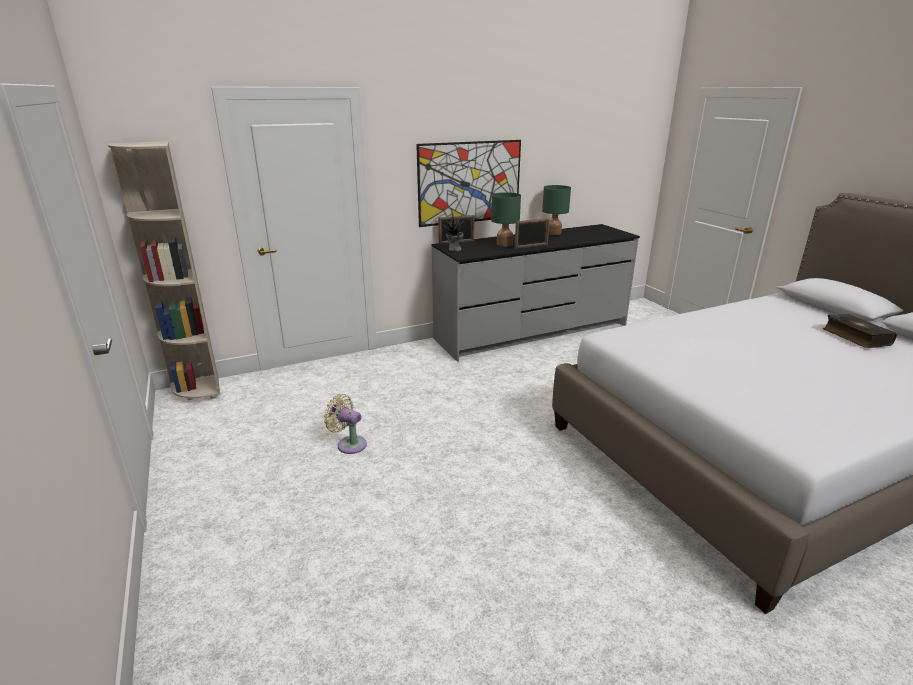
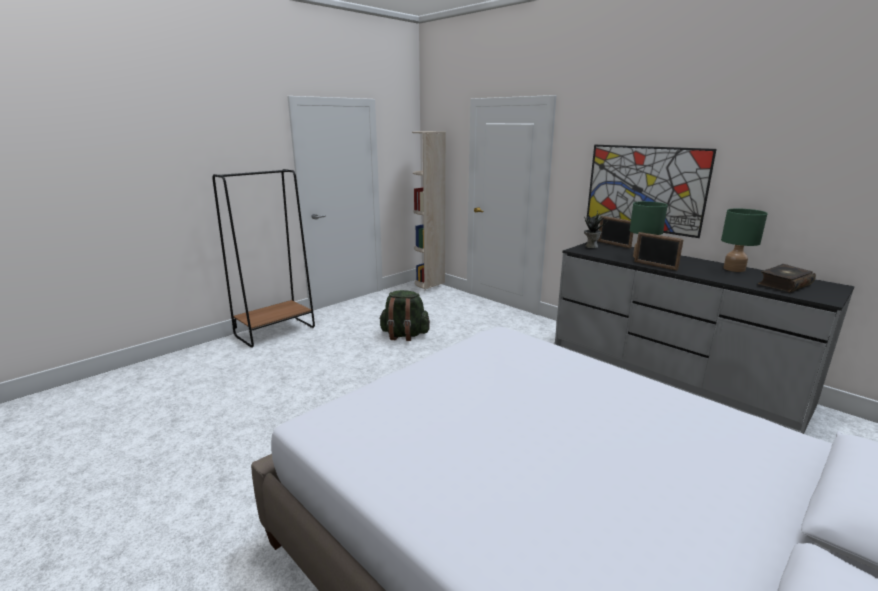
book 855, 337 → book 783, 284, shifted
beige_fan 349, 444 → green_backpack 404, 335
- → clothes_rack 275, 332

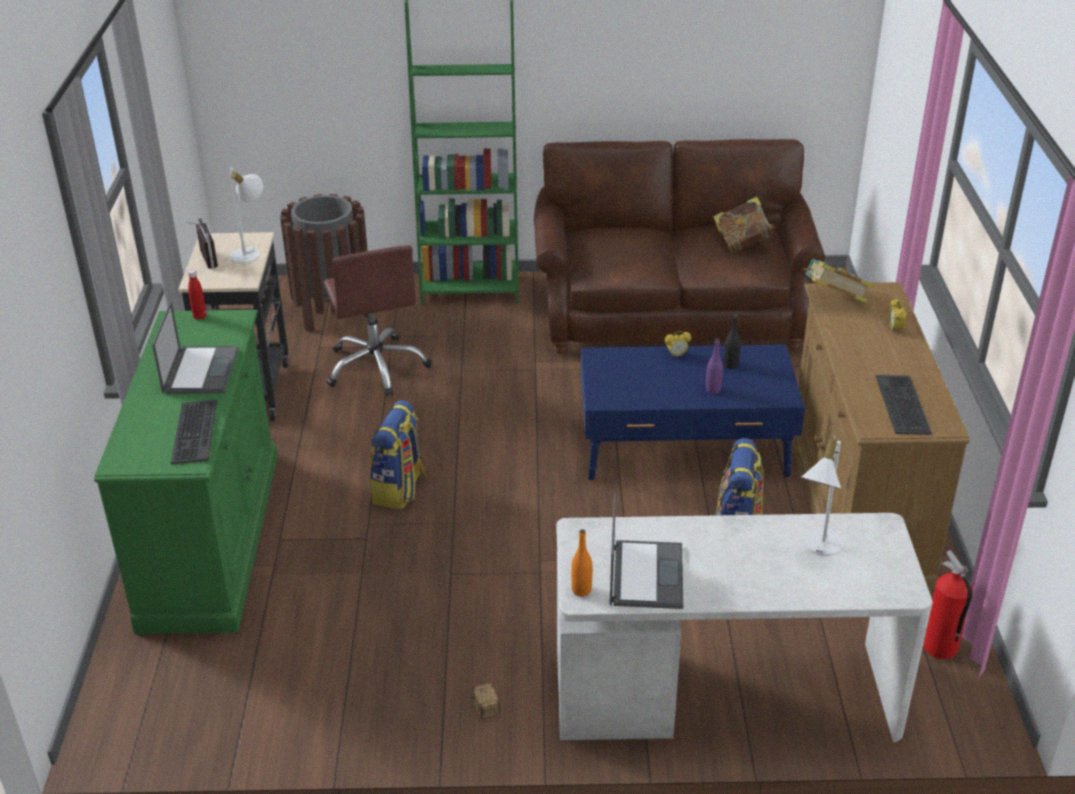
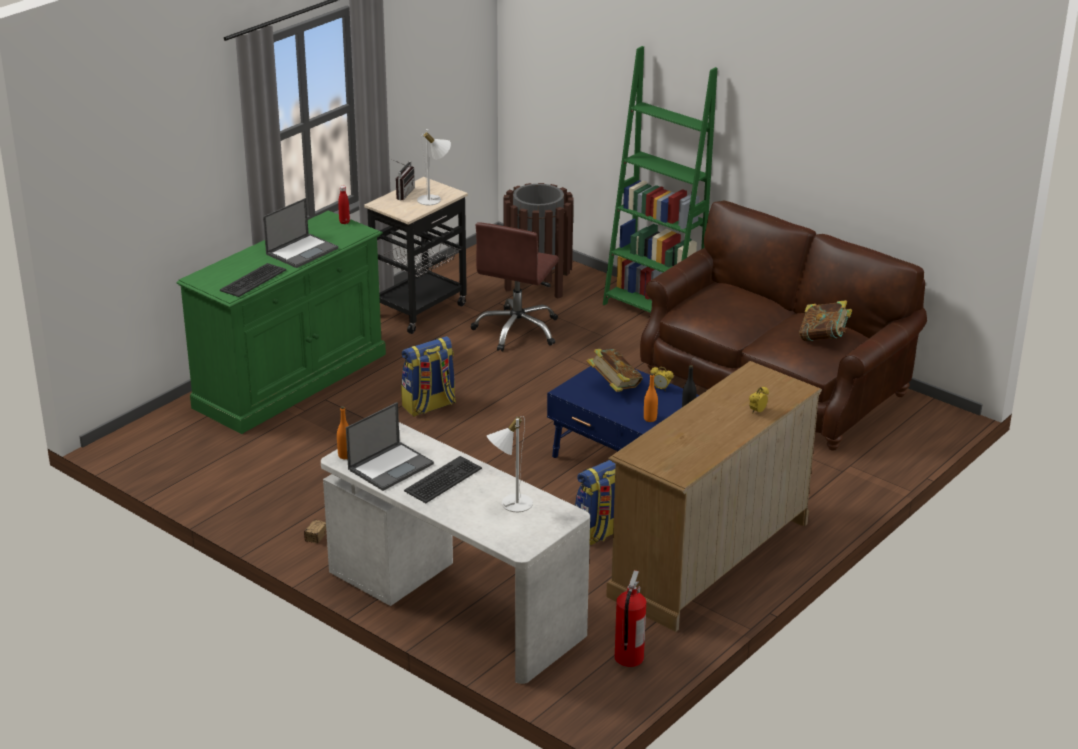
book 834, 301 → book 614, 386, shifted
purple_bottle 713, 390 → orange_bottle 650, 419
keyboard 903, 405 → keyboard 443, 480, shifted

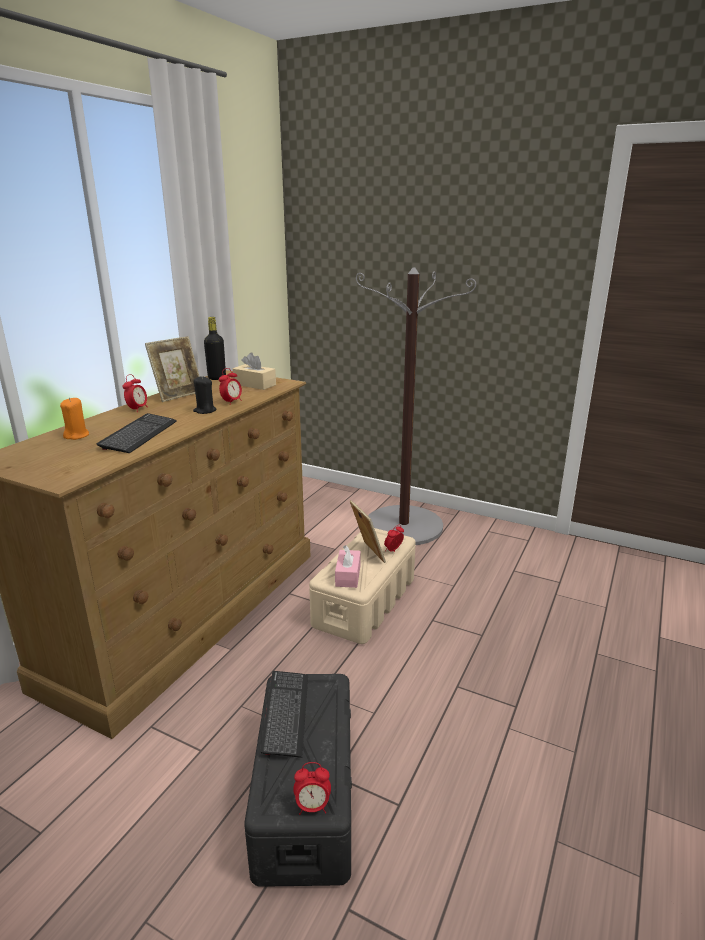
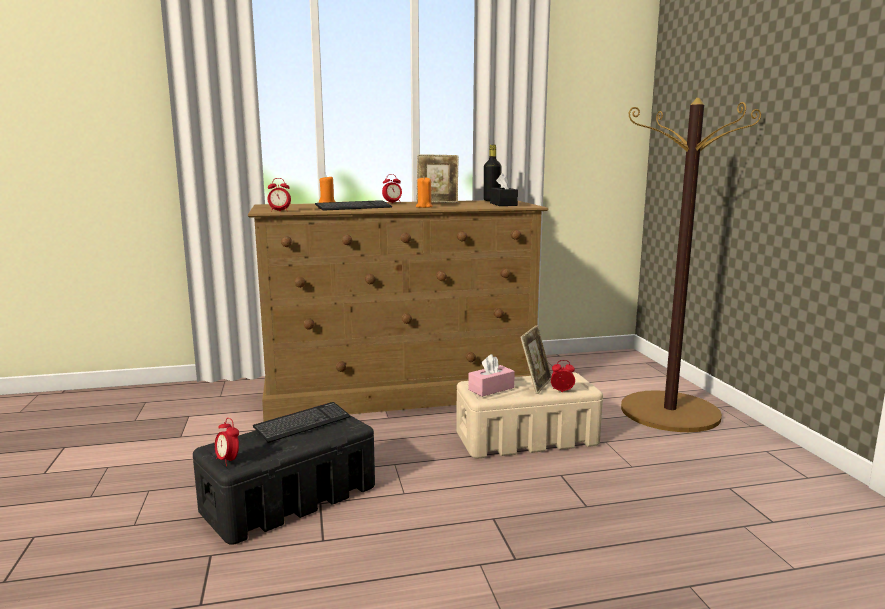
grey_clothes_rack 404, 525 → brown_clothes_rack 670, 412
beige_tissue_box 254, 384 → black_tissue_box 503, 204
alarm_clock 231, 402 → alarm_clock 279, 211, shifted
black_candle 205, 411 → orange_candle 424, 207

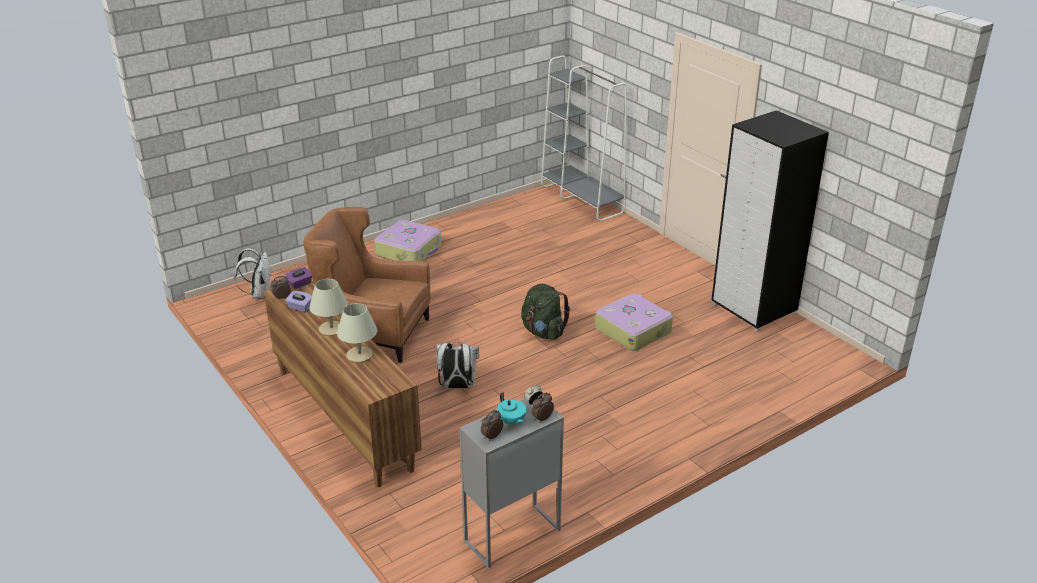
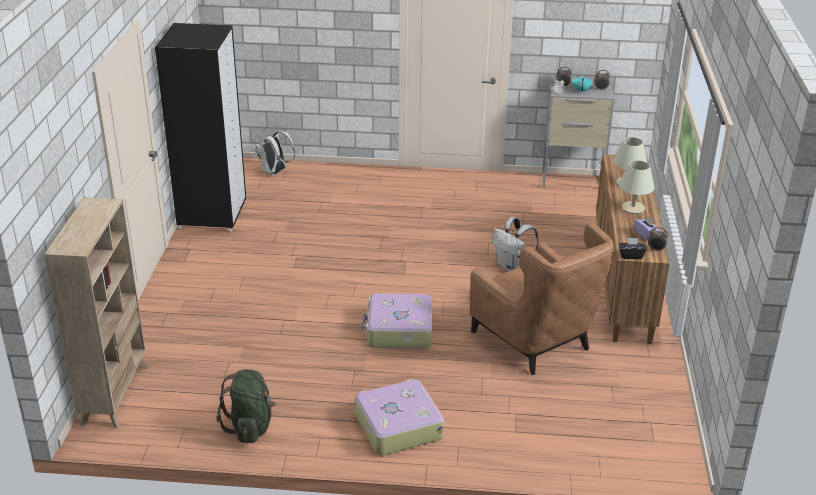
grey_clothes_rack 582, 200 → beige_bookcase 115, 394
white_backpack 259, 294 → white_backpack 275, 172, shifted
purple_tissue_box 300, 284 → black_tissue_box 630, 255
green_backpack 543, 332 → green_backpack 250, 427, shifted
suitcase 633, 330 → suitcase 399, 330, shifted

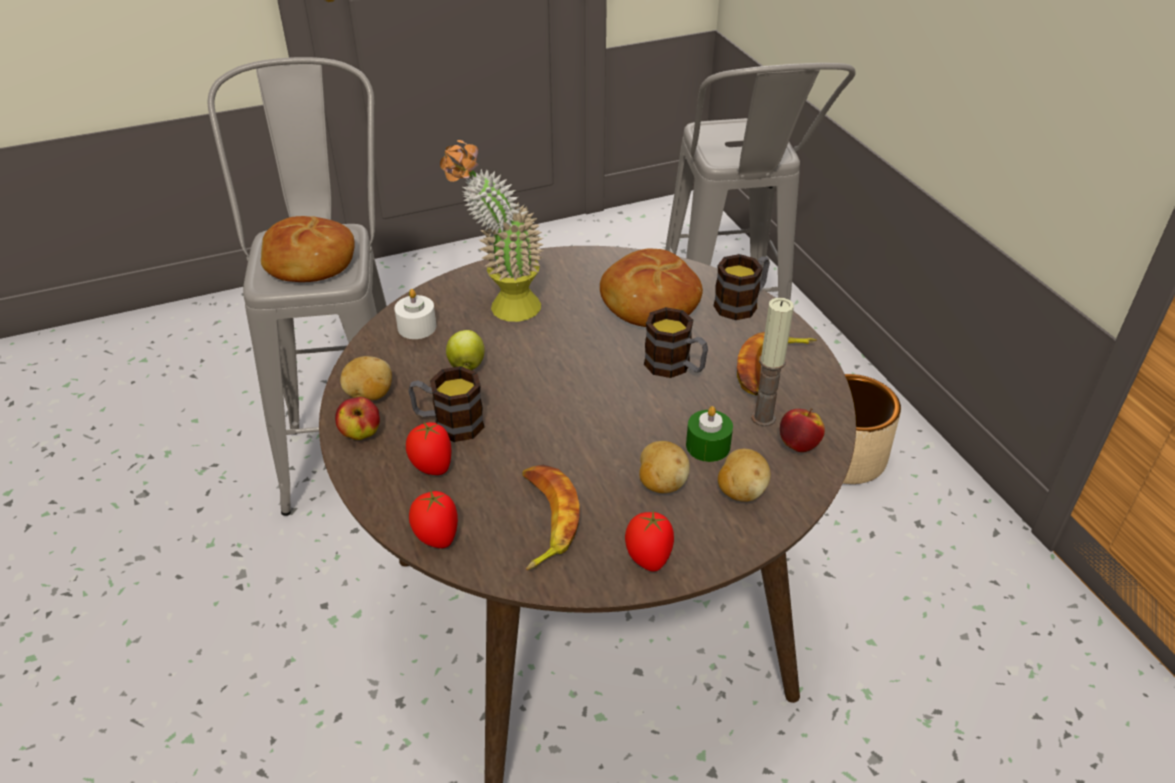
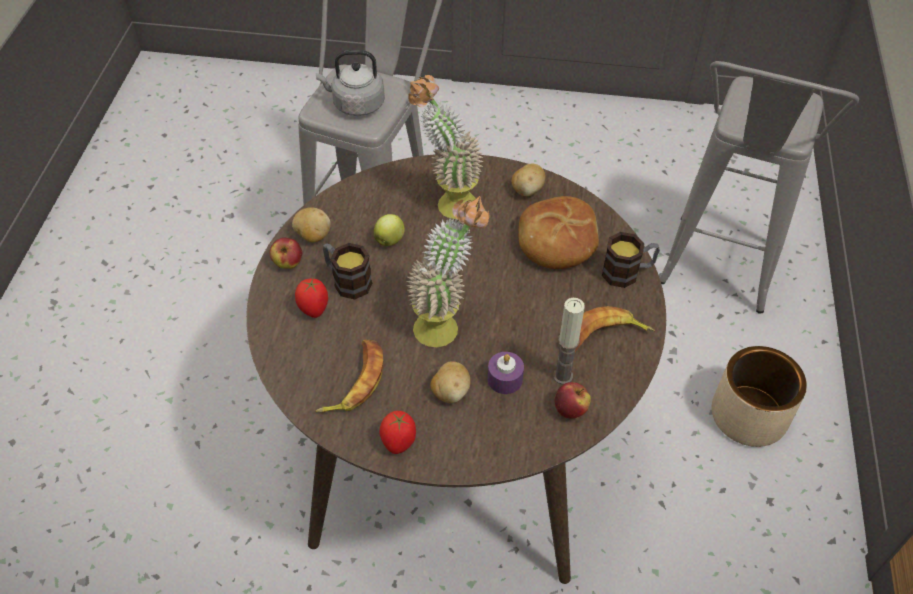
bread 309, 263 → grey_kettle 356, 105
white_candle 417, 327 → -
mug 675, 367 → -
green_candle 708, 446 → purple_candle 505, 379
potato 741, 491 → potato 527, 190, shifted
tomato 436, 538 → -
- → potted_plant 446, 324

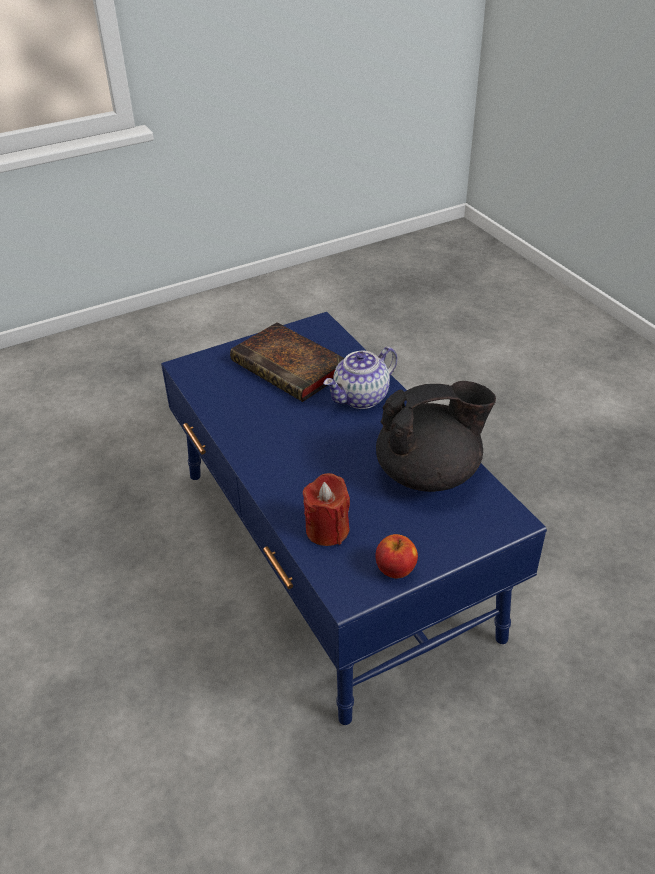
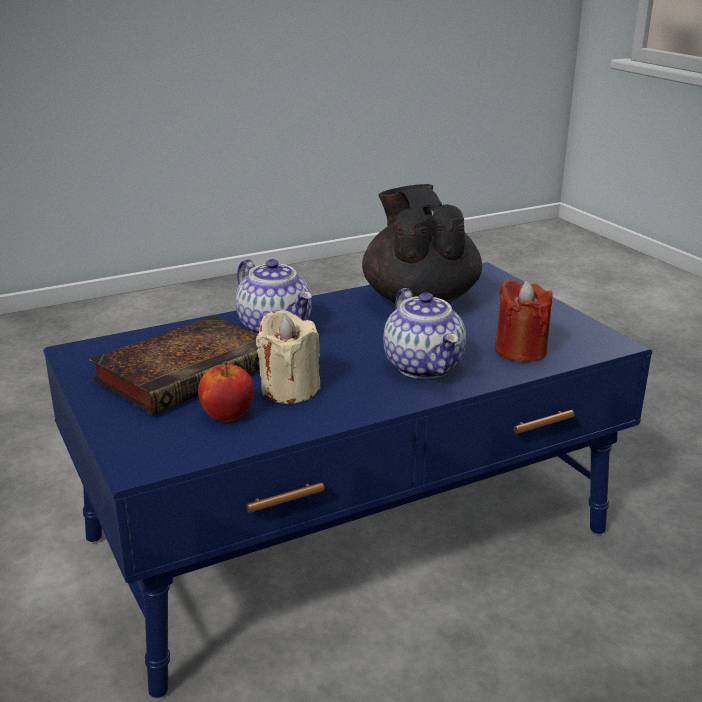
apple 395, 569 → apple 227, 415, shifted
- → teapot 424, 367
- → beige_candle 289, 390

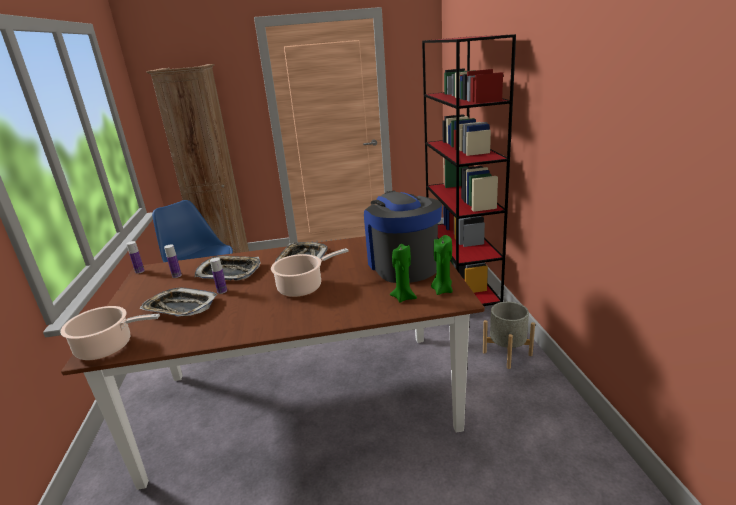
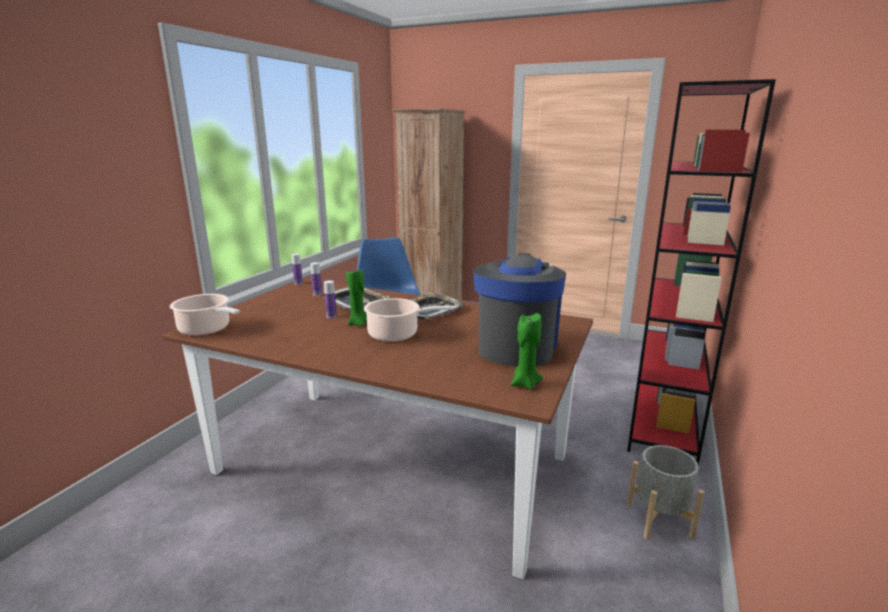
green_candle 403, 297 → green_candle 358, 323, shifted
tray 180, 307 → -

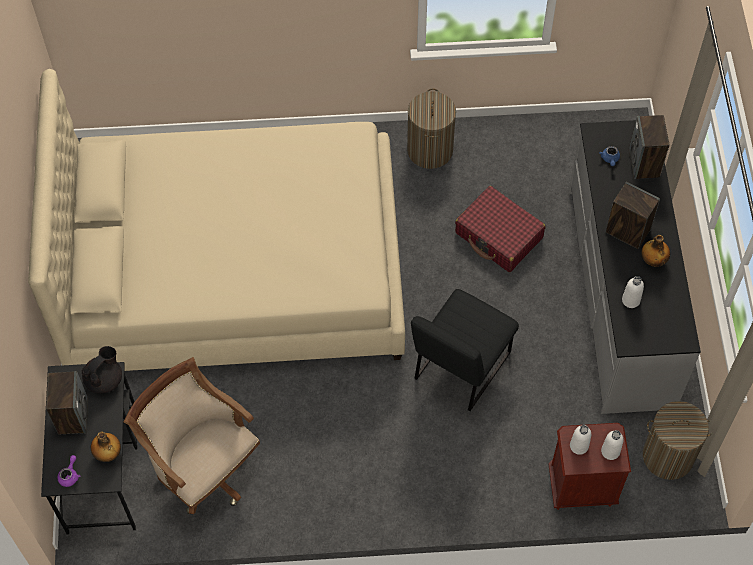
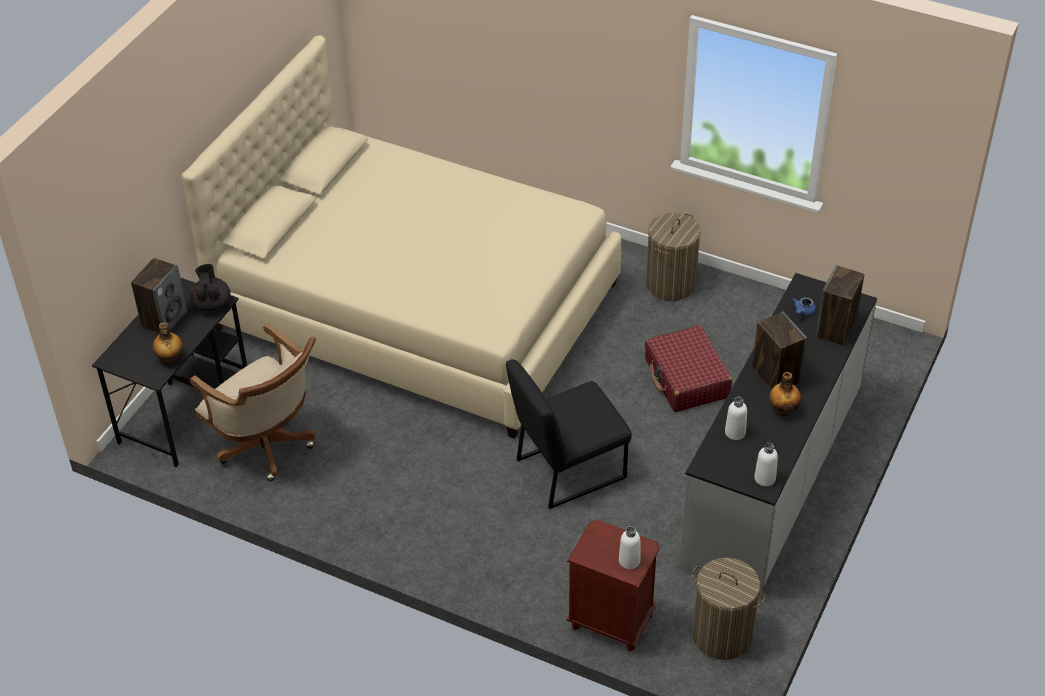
black_teapot 104, 379 → black_teapot 211, 303, 75 degrees counterclockwise
office_chair 203, 471 → office_chair 269, 448, 150 degrees clockwise
white_bottle 579, 446 → white_bottle 764, 478, shifted
purple_teapot 70, 475 → -

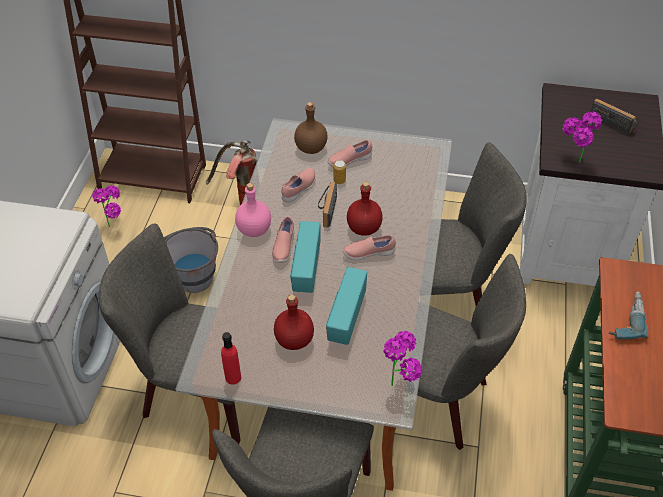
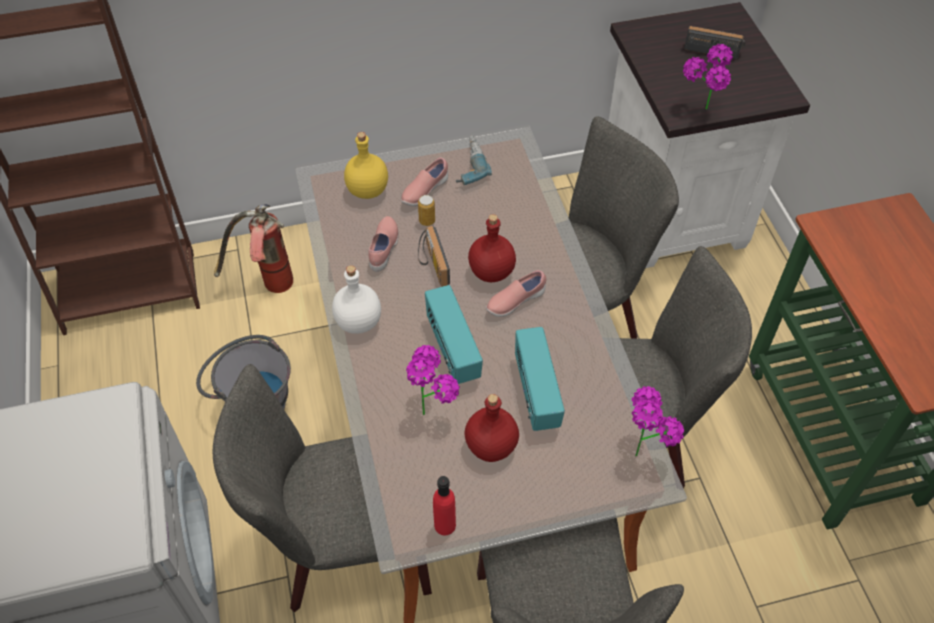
brown_bottle 310, 148 → yellow_bottle 367, 191
pink_bottle 254, 229 → white_bottle 358, 321
potted_plant 116, 225 → potted_plant 432, 407, shifted
pink_shoe 283, 247 → -
power_drill 625, 319 → power_drill 467, 165, shifted

